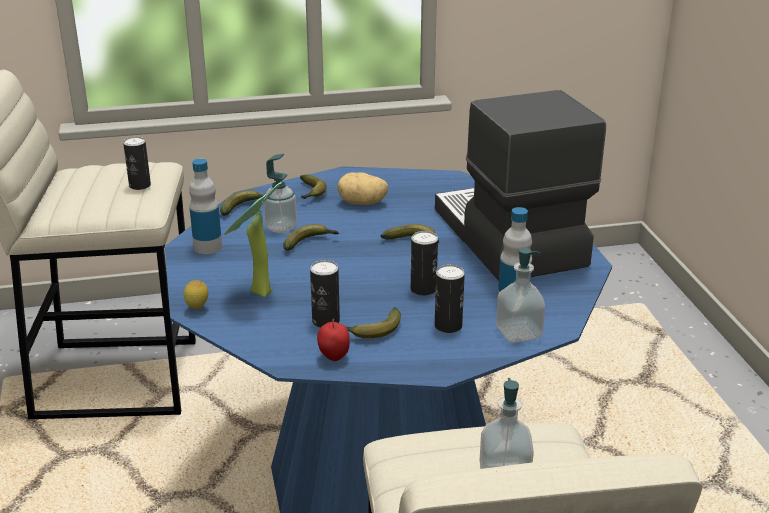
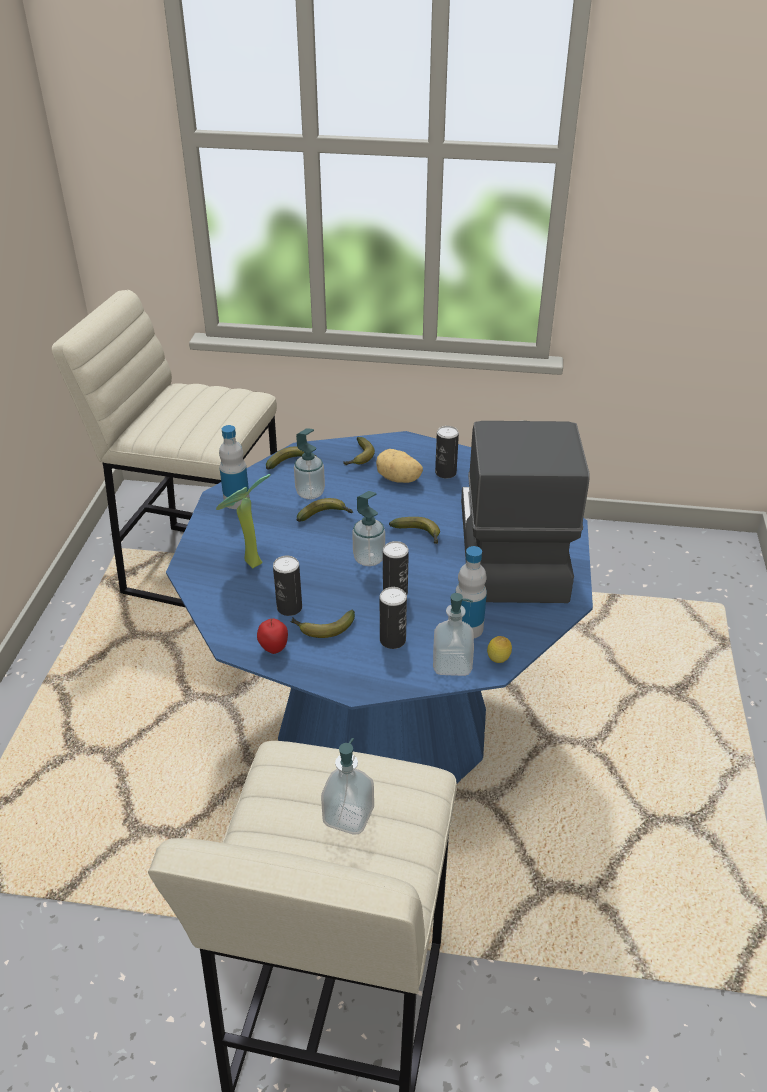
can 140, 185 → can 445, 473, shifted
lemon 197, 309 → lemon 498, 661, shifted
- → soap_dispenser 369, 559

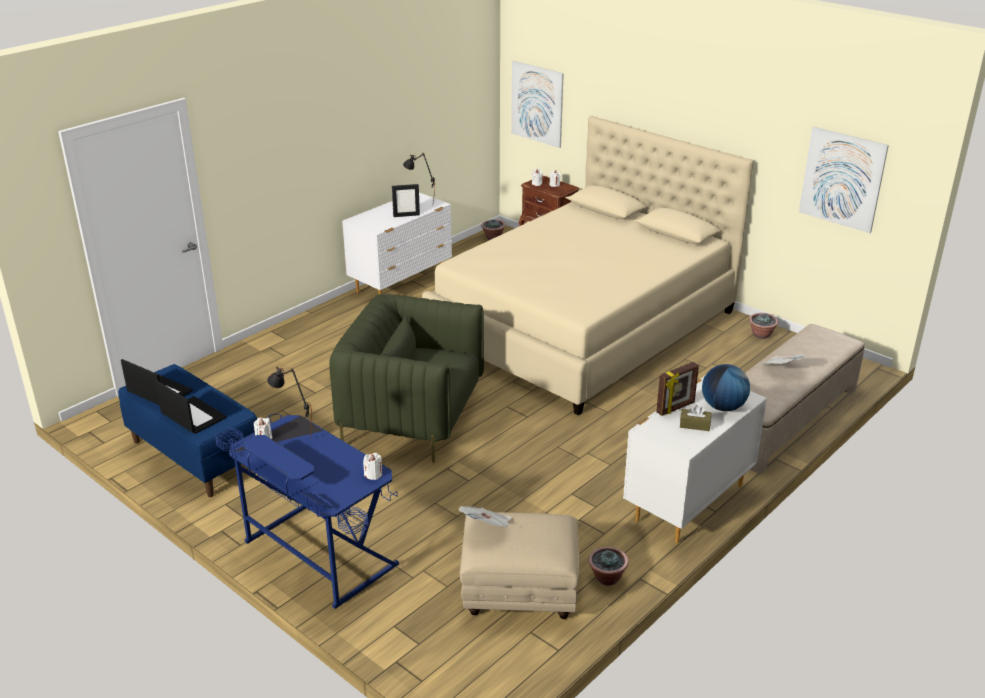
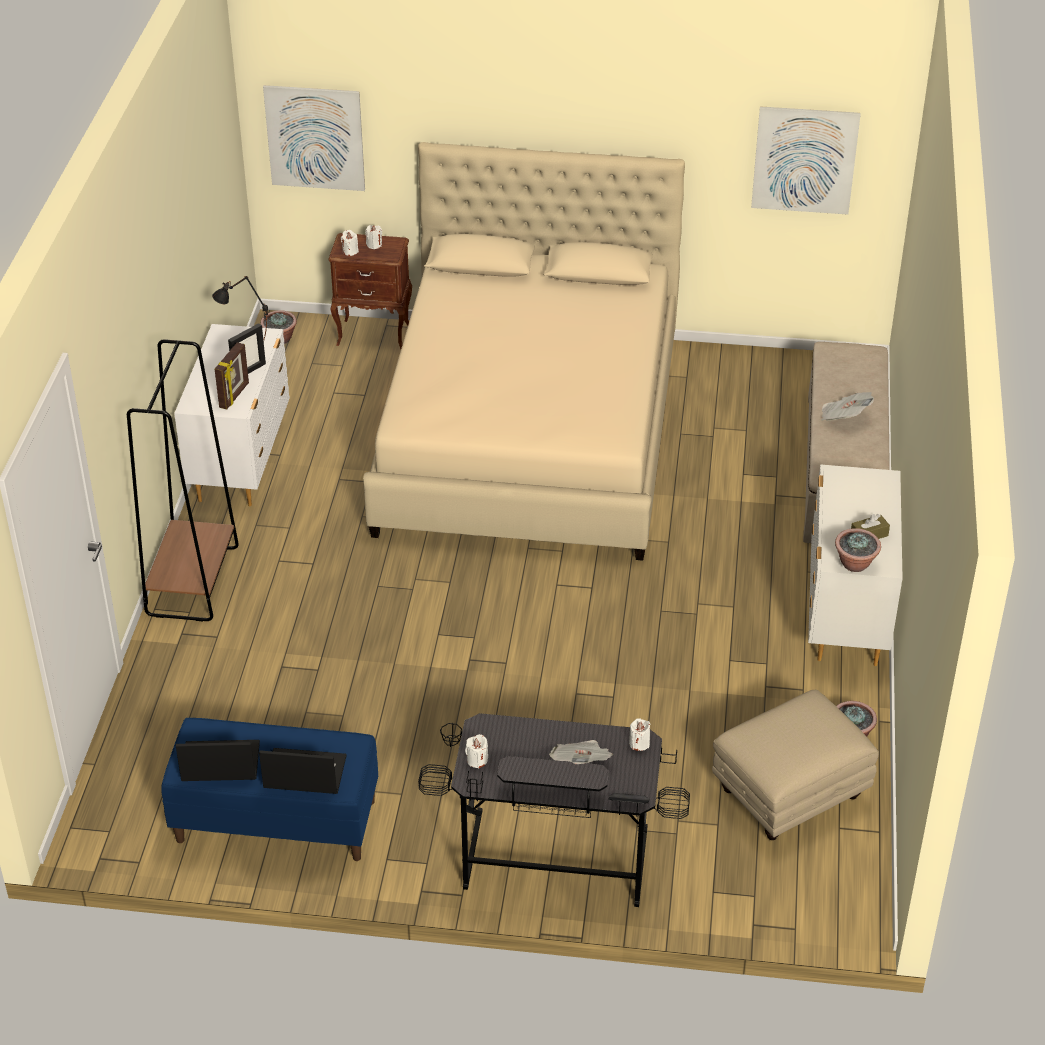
green_armchair 412, 416 → -
potted_plant 761, 335 → potted_plant 855, 564, shifted
picture_frame 676, 408 → picture_frame 235, 396, shifted
globe 723, 407 → -
black_table_lamp 293, 435 → -
blue_desk 316, 555 → black_desk 555, 862
newspaper 487, 527 → newspaper 581, 764, shifted
- → clothes_rack 193, 582

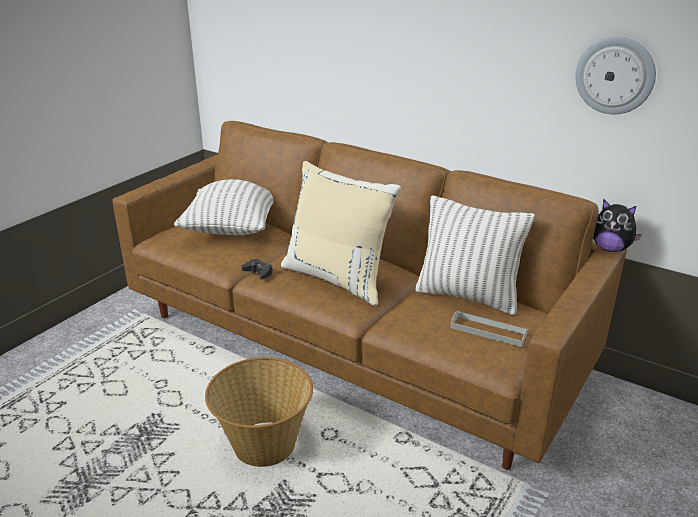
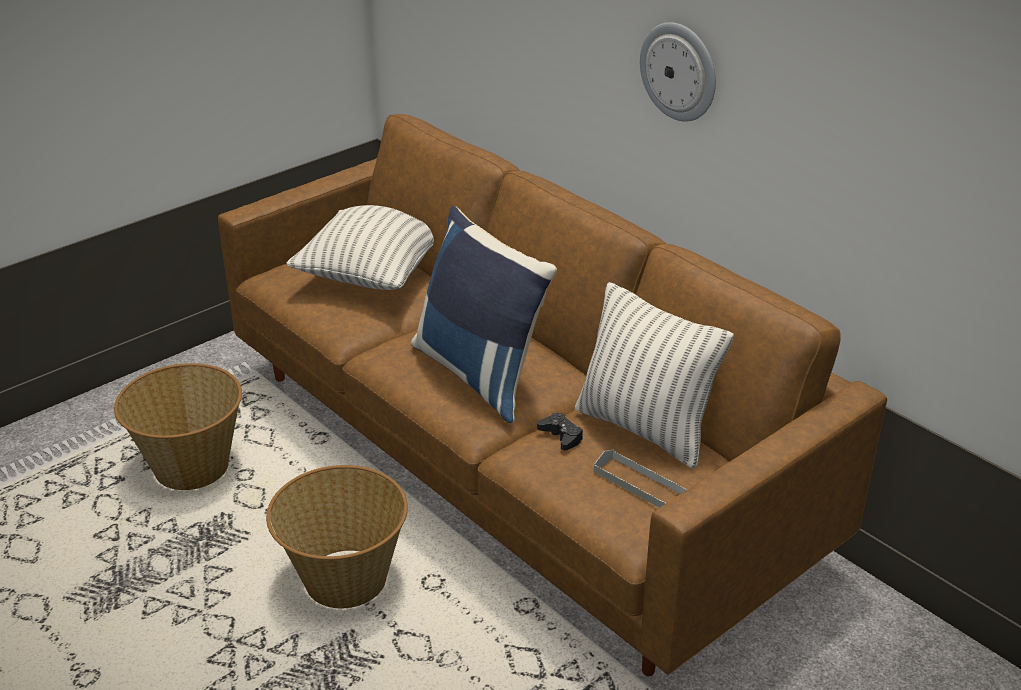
wall_clock 615, 75 → wall_clock 679, 71, shifted
beige_pillow 338, 278 → blue_pillow 481, 373
plush_toy 610, 249 → -
black_game_controller 258, 272 → black_game_controller 561, 436, shifted
- → basket 191, 467

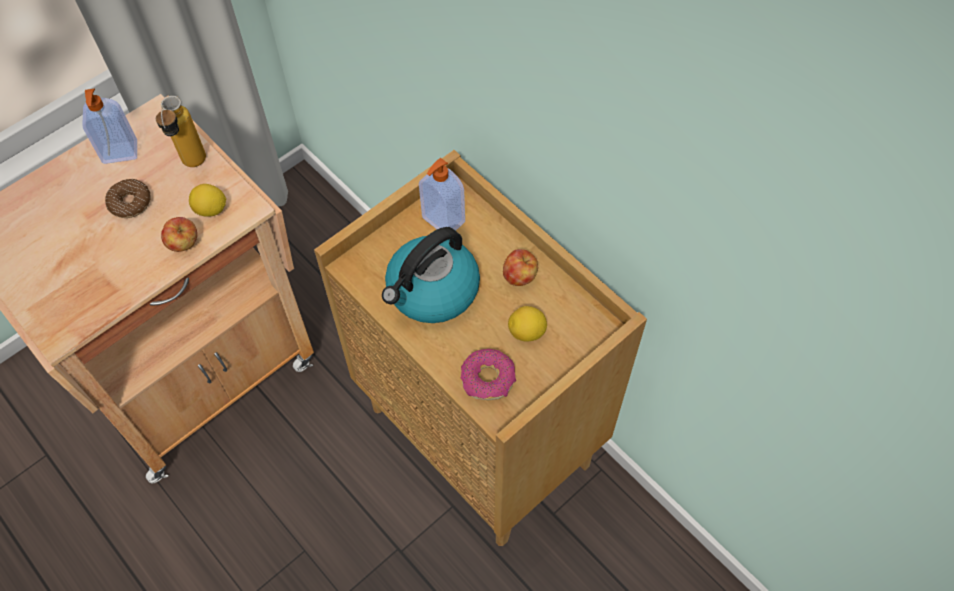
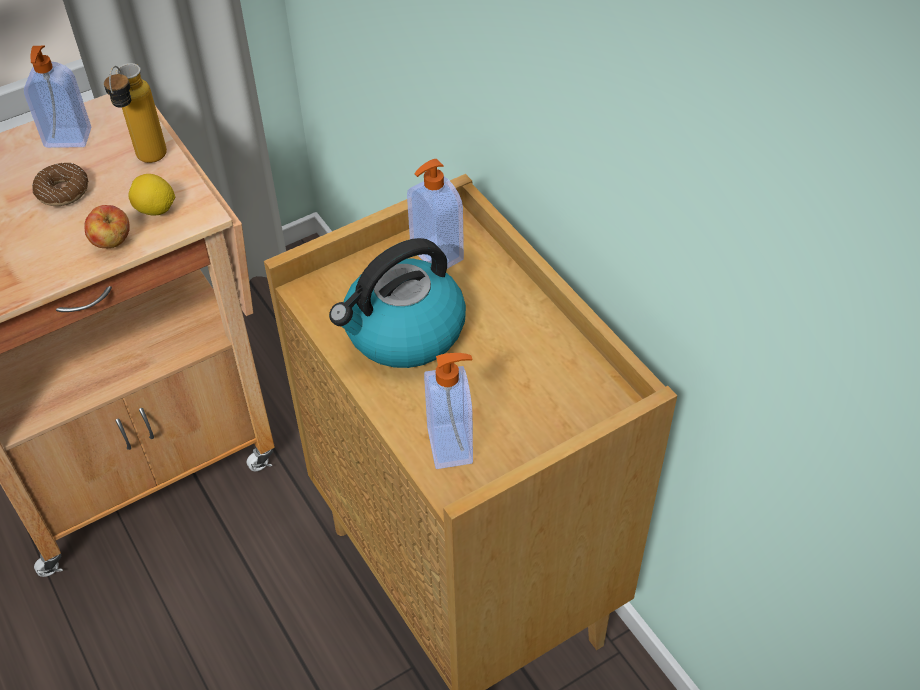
apple 520, 277 → -
lemon 527, 332 → -
donut 488, 379 → soap_dispenser 452, 445

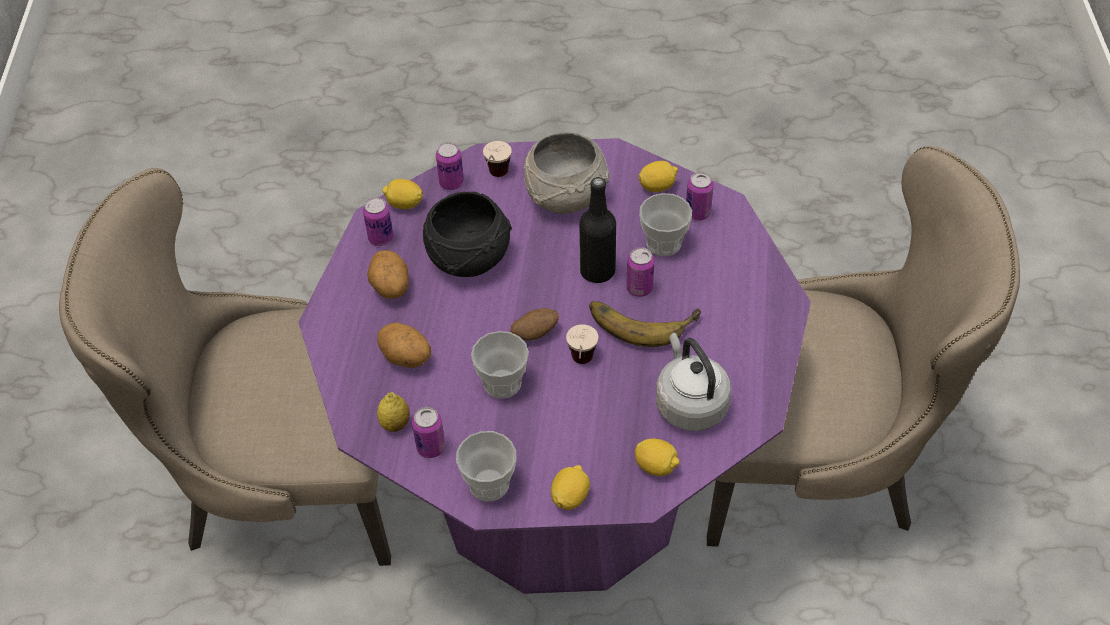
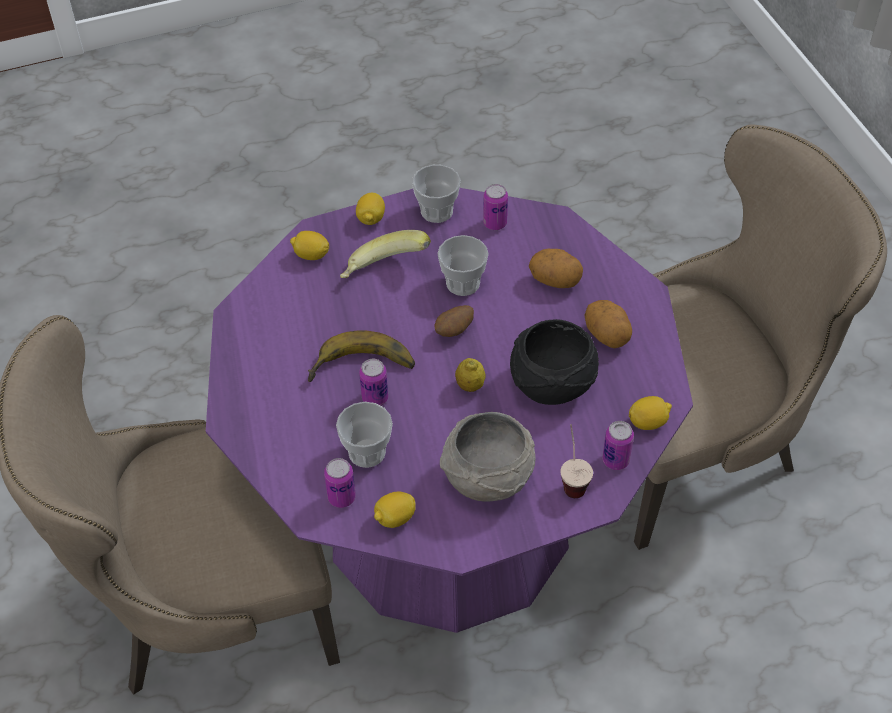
black_bottle 597, 271 → -
can 381, 238 → -
cup 581, 366 → -
grey_kettle 689, 403 → -
lemon 395, 424 → lemon 470, 385, shifted
- → banana 385, 273

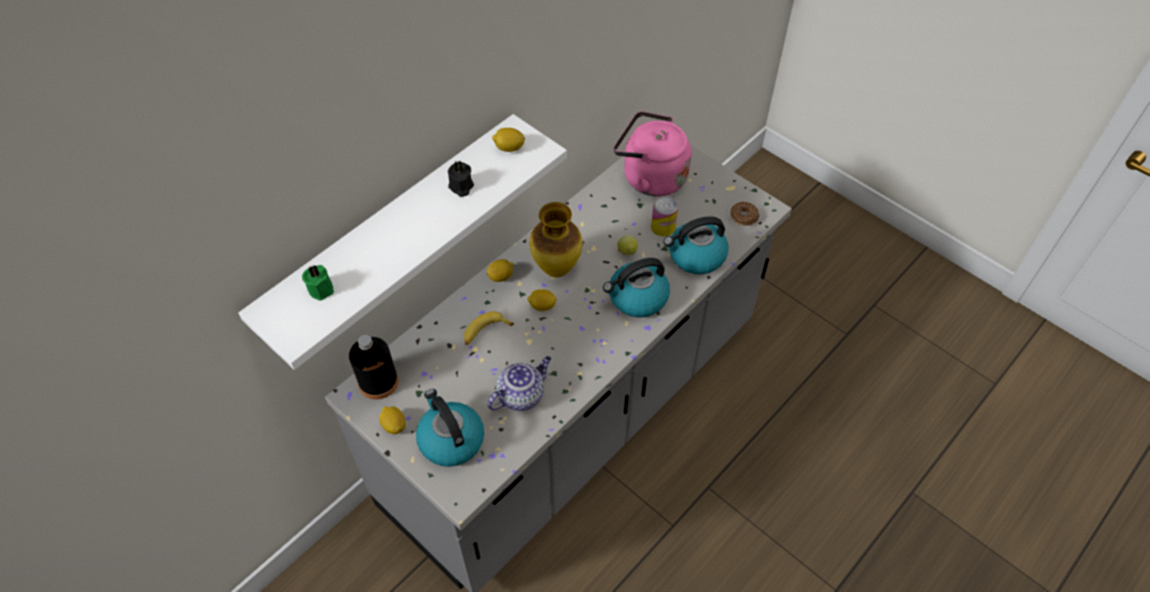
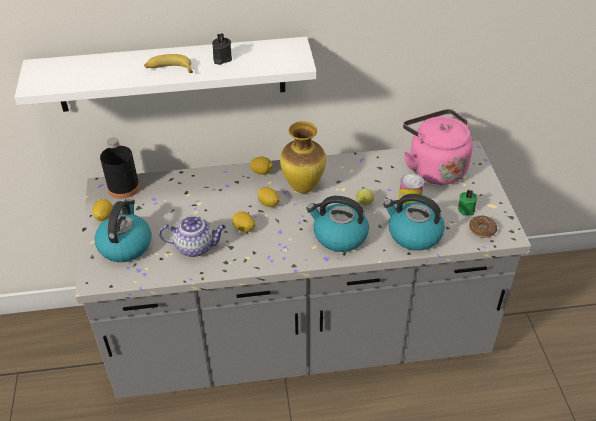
lemon 509, 148 → lemon 244, 228, shifted
green_candle 321, 288 → green_candle 467, 209, shifted
banana 485, 332 → banana 169, 69, shifted

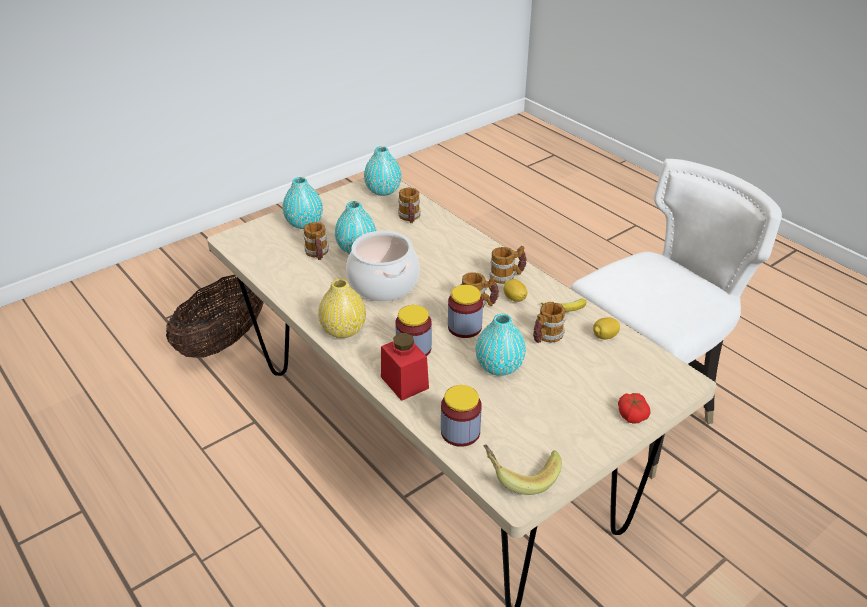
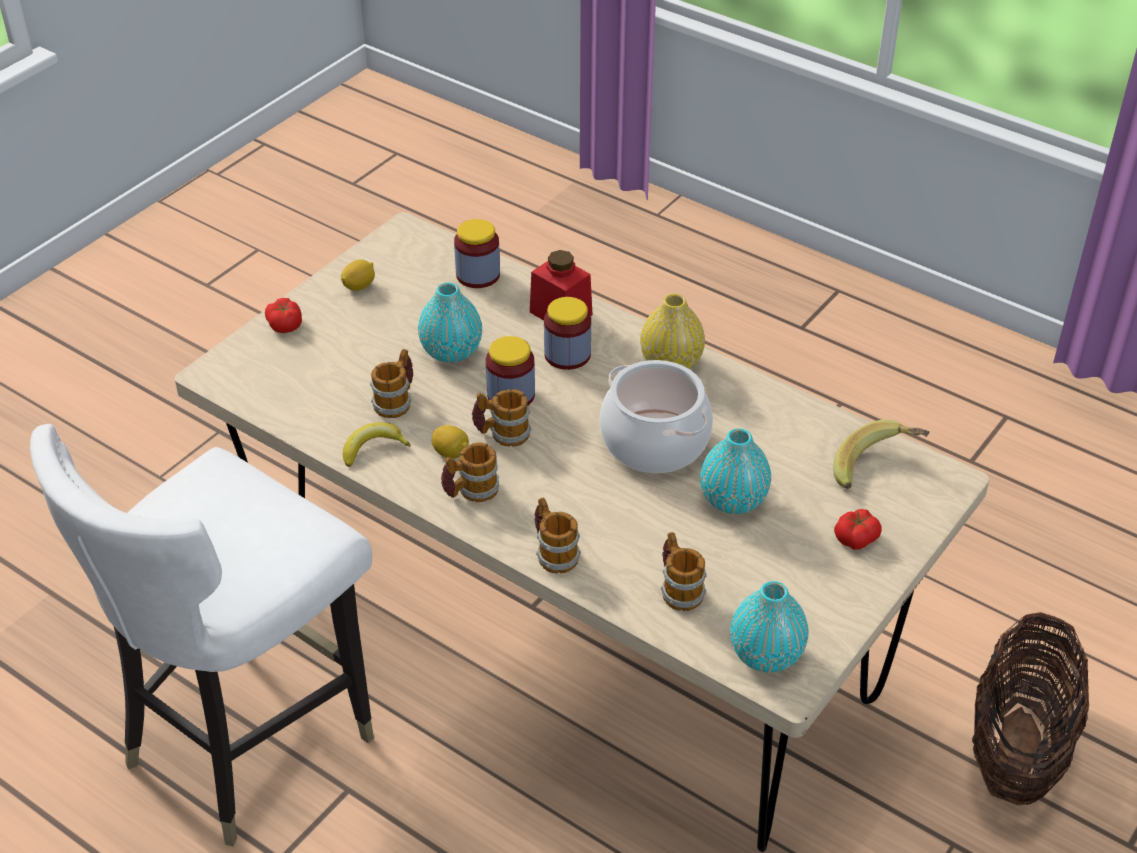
turquoise_vase 304, 223 → tomato 856, 538
mug 317, 254 → mug 553, 552, shifted
lemon 604, 336 → lemon 359, 286, shifted
banana 520, 474 → banana 877, 470, shifted

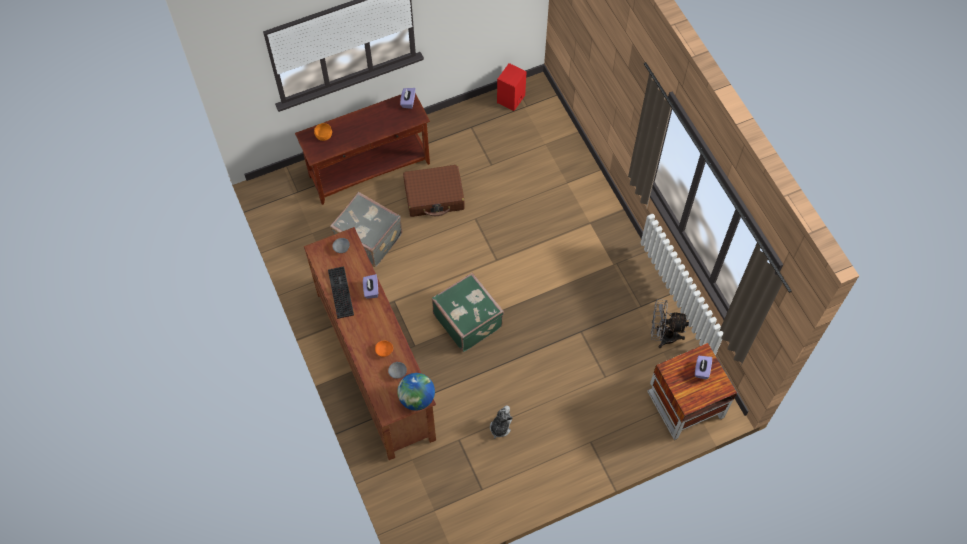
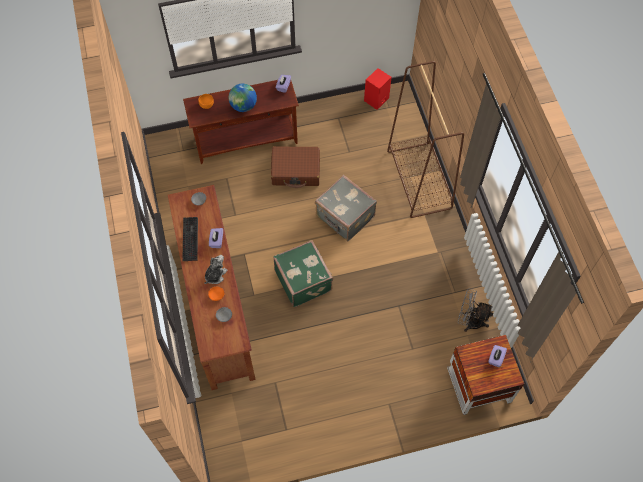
grey_suitcase 368, 240 → grey_suitcase 344, 217, shifted
globe 417, 398 → globe 243, 106, shifted
plush_toy 500, 426 → plush_toy 215, 275, shifted
- → brown_clothes_rack 419, 180

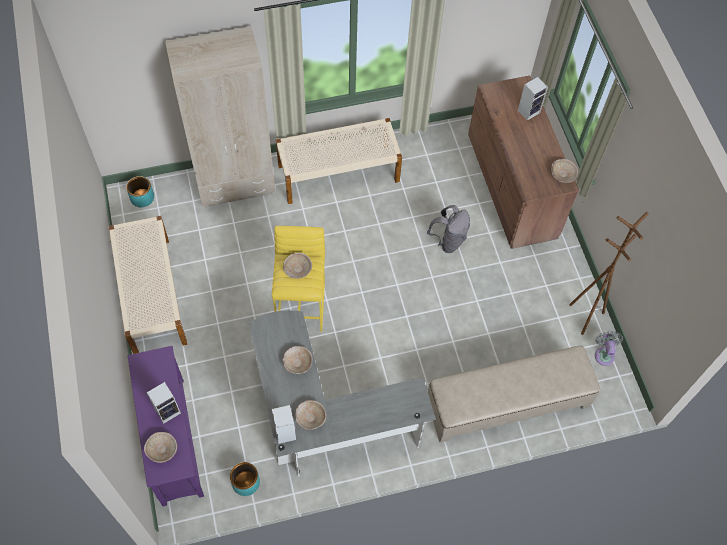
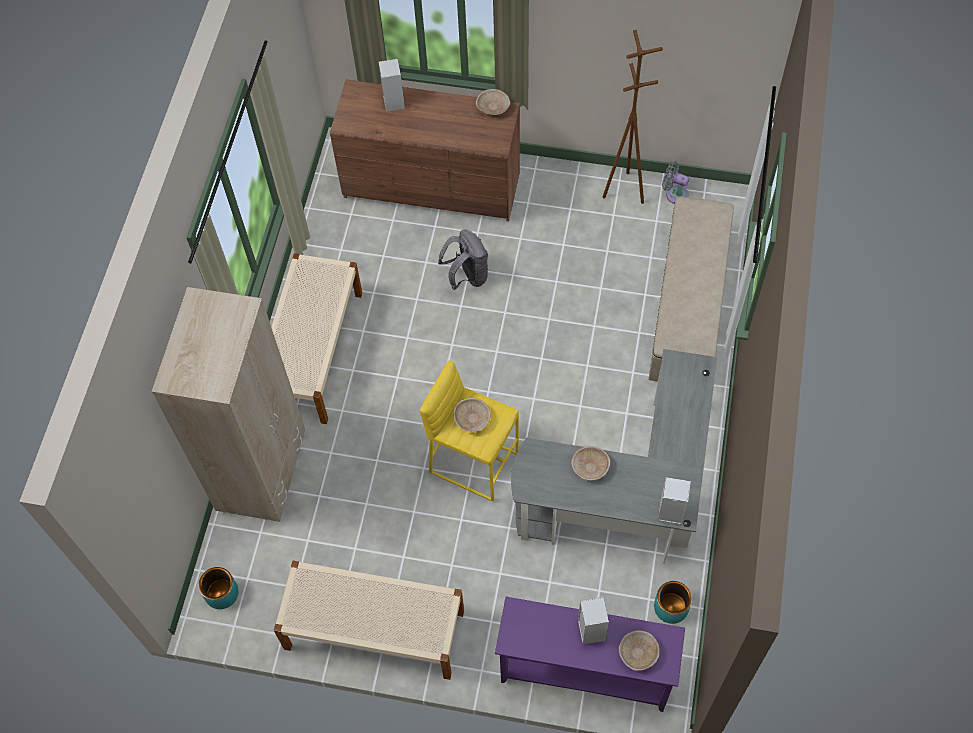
beige_bowl 310, 417 → -

